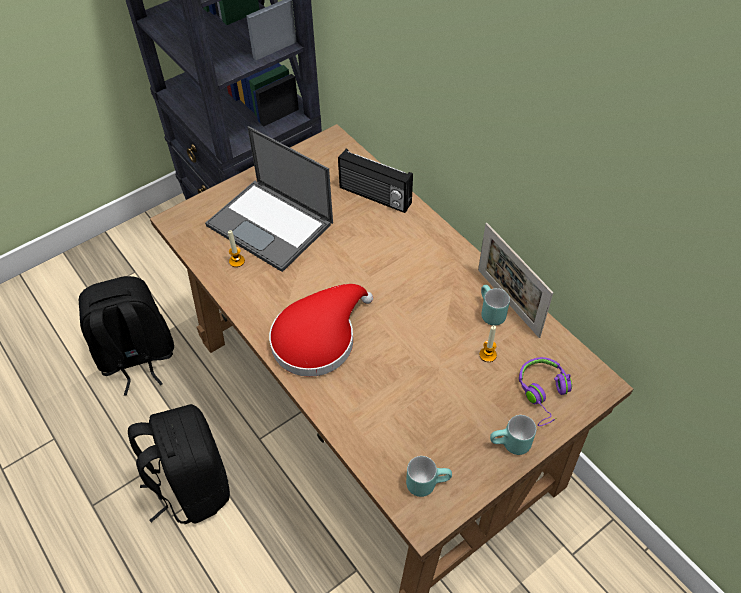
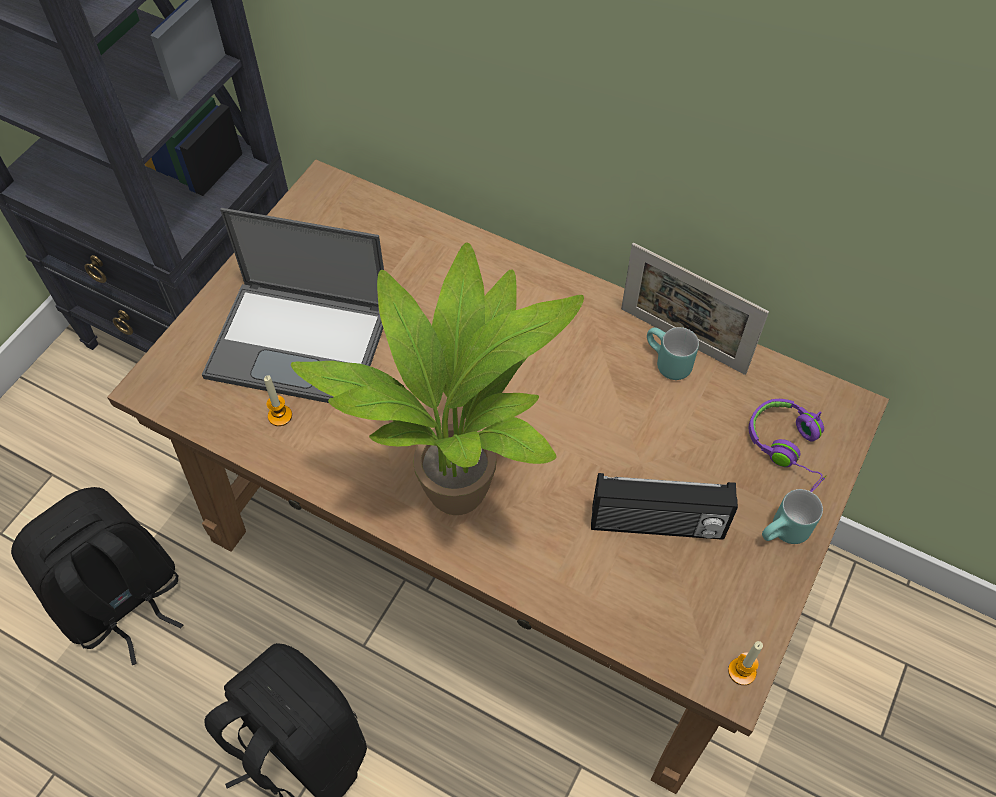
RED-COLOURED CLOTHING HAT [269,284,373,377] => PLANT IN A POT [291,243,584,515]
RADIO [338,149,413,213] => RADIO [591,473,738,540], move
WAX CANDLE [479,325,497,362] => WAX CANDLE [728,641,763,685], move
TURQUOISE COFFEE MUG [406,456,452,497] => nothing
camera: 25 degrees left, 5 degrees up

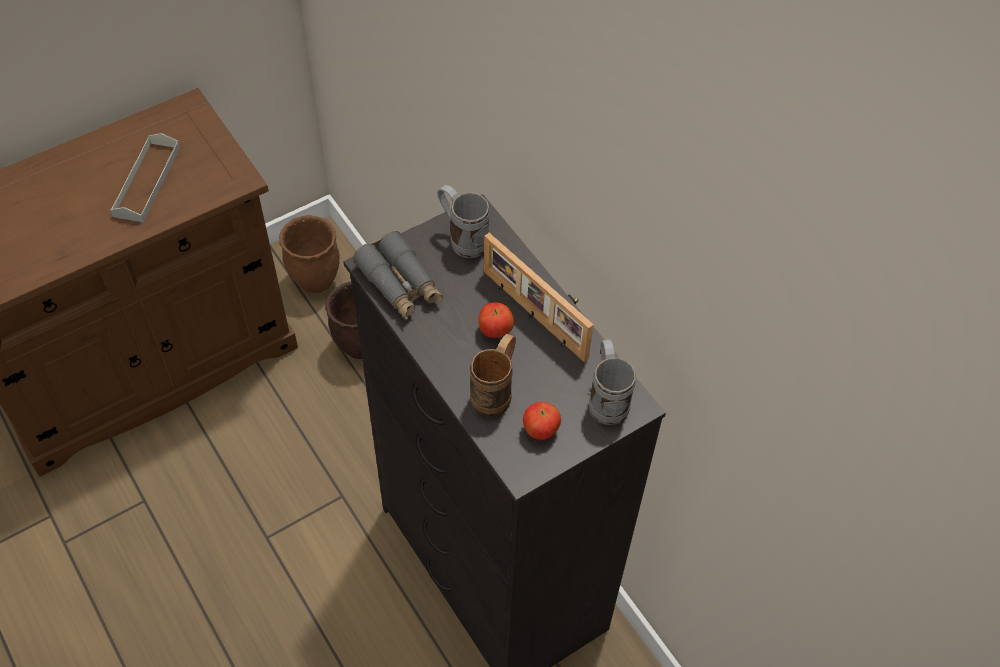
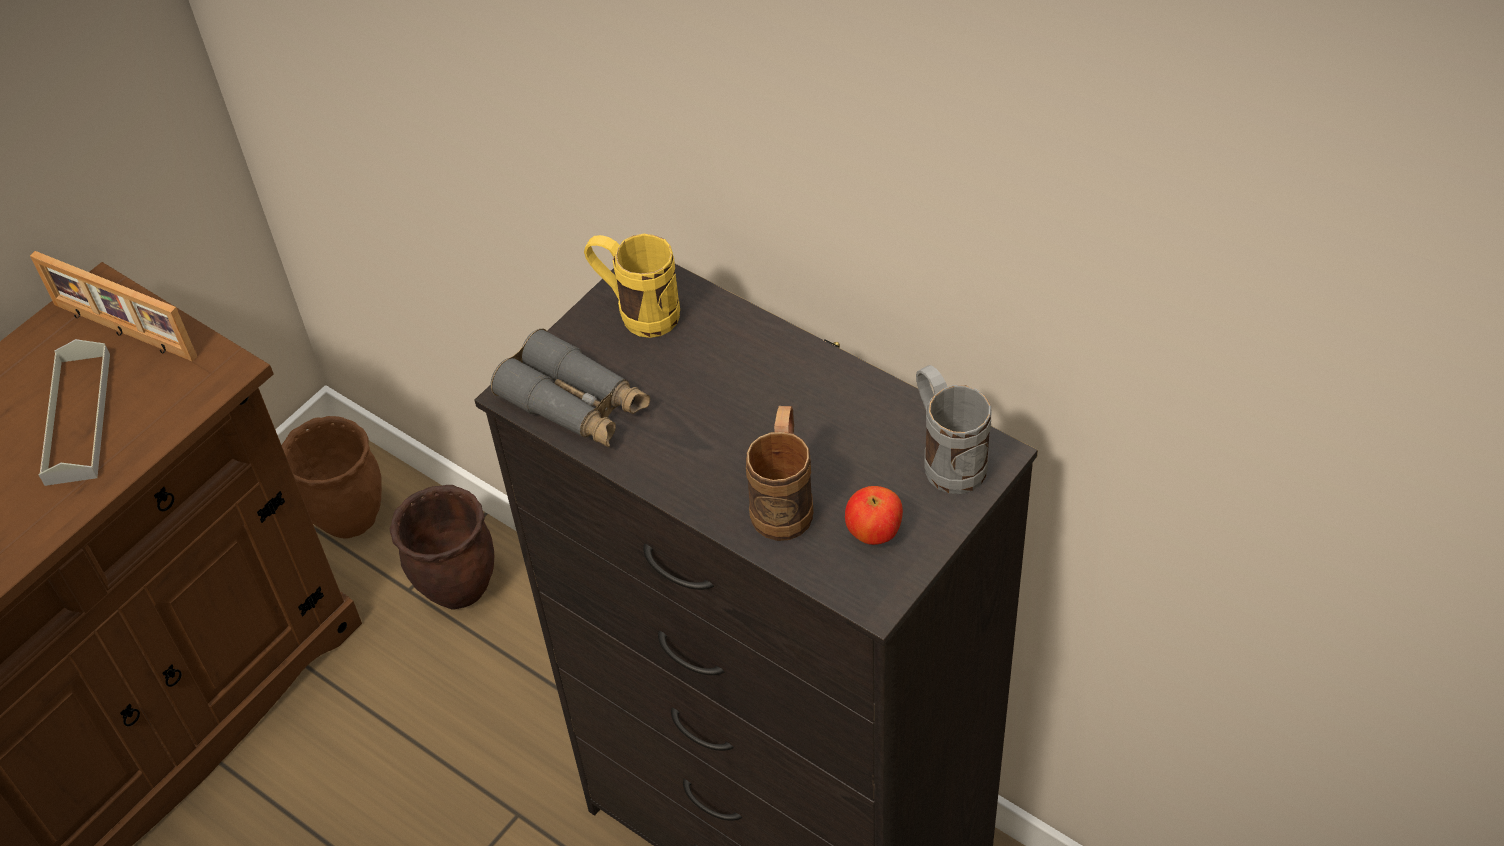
PHOTO FRAME [484,233,594,362] => PHOTO FRAME [30,251,197,362], move
GREY COFFEE MUG [437,185,490,258] => YELLOW COFFEE MUG [584,234,680,338]
APPLE FRUIT [478,302,514,338] => nothing
camera: 15 degrees left, 5 degrees down

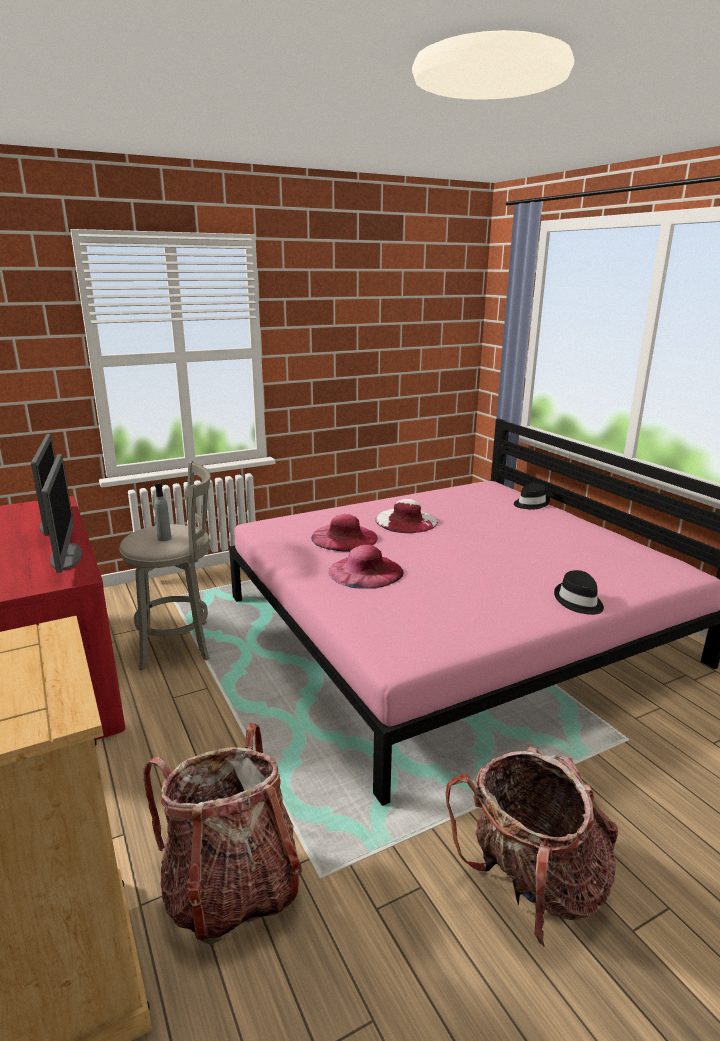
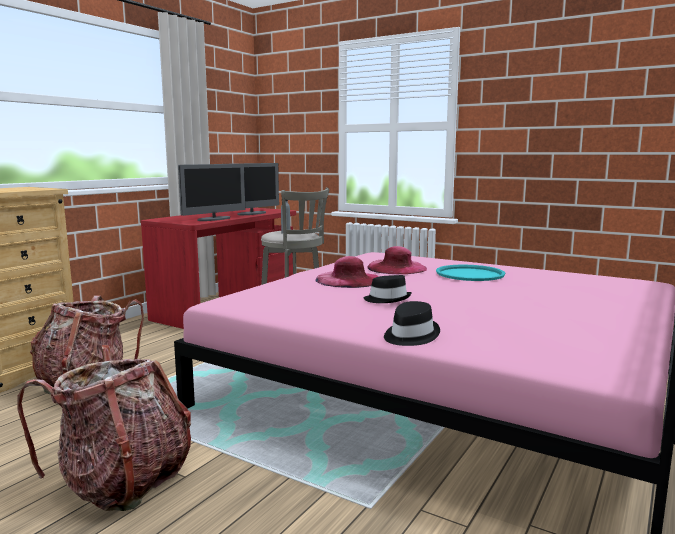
BLACKISH CLOTHING HAT [514,483,550,510] => BLACKISH CLOTHING HAT [364,275,412,303], move
WHITE CLOTHING HAT [375,499,438,533] => TURQUOISE SERVING TRAY [436,265,505,281]
camera: 60 degrees right, 10 degrees down

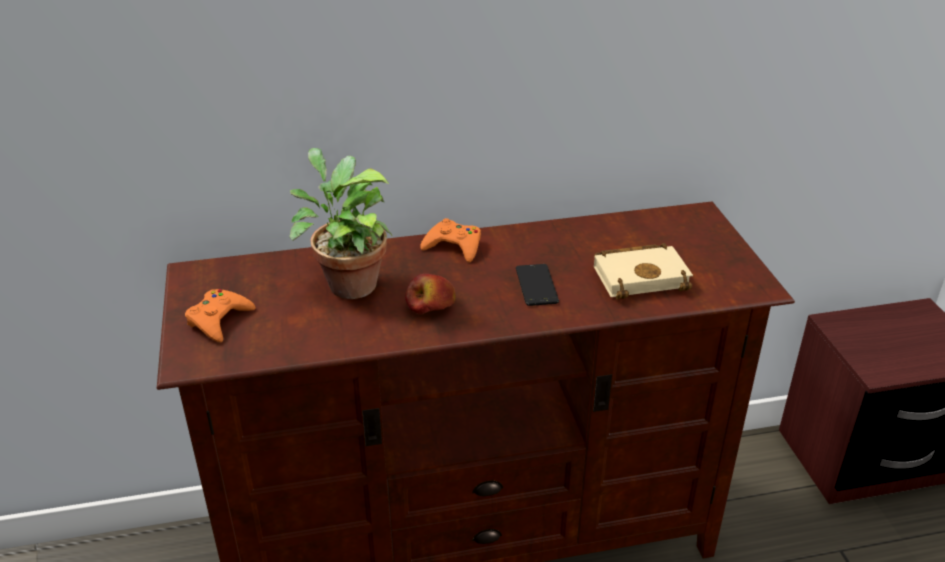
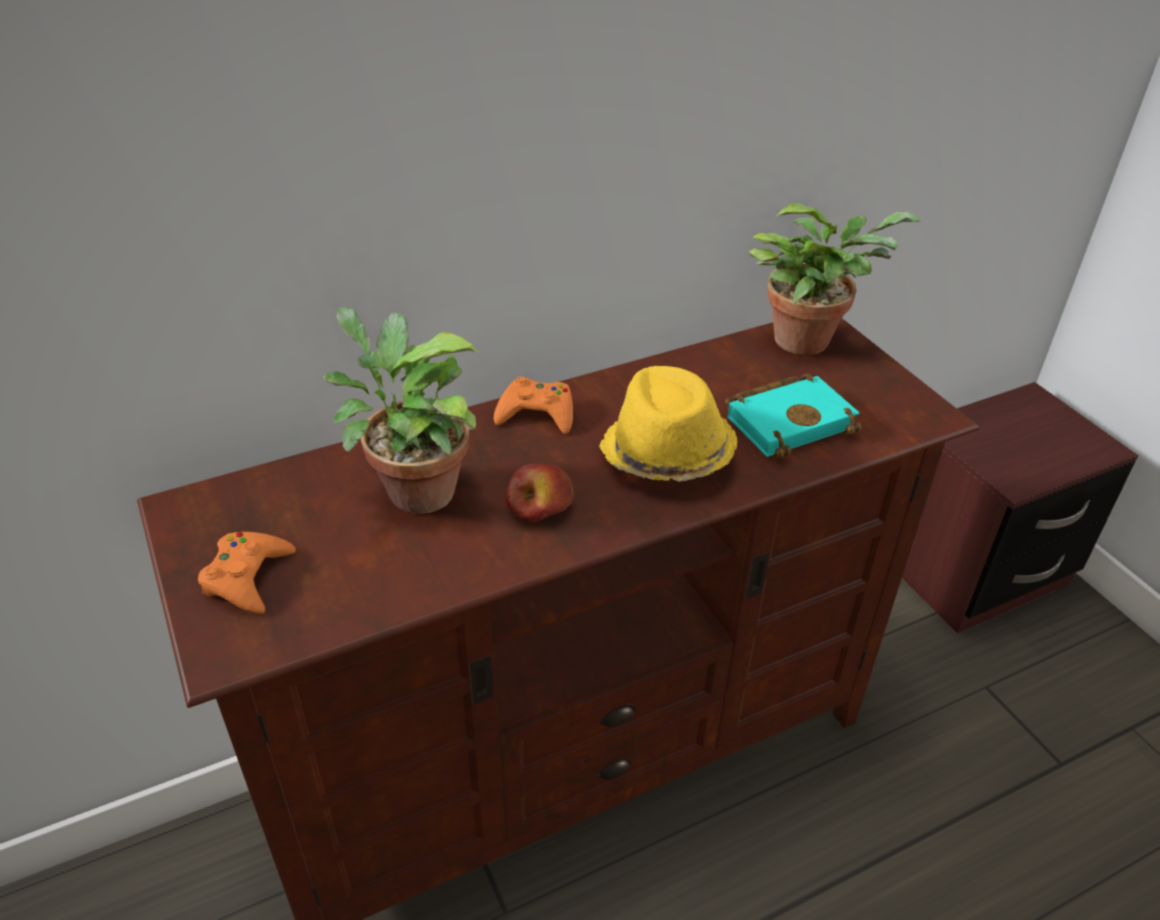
HANDSET [516,264,559,306] => YELLOW CLOTHING HAT [599,366,737,482]
BEIGE-COLOURED BOUND BOOK [594,243,693,299] => TURQUOISE BOUND BOOK [725,374,862,459]
nothing => PLANT IN A POT [749,203,921,355]
camera: 15 degrees left, 5 degrees up

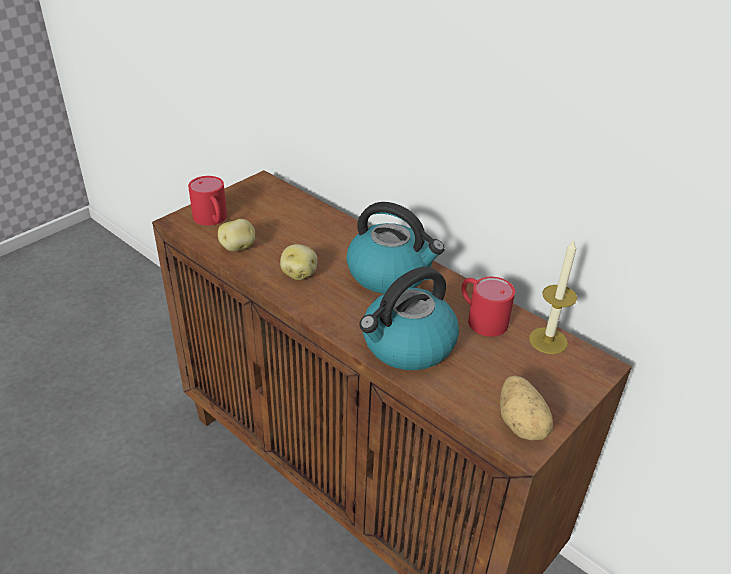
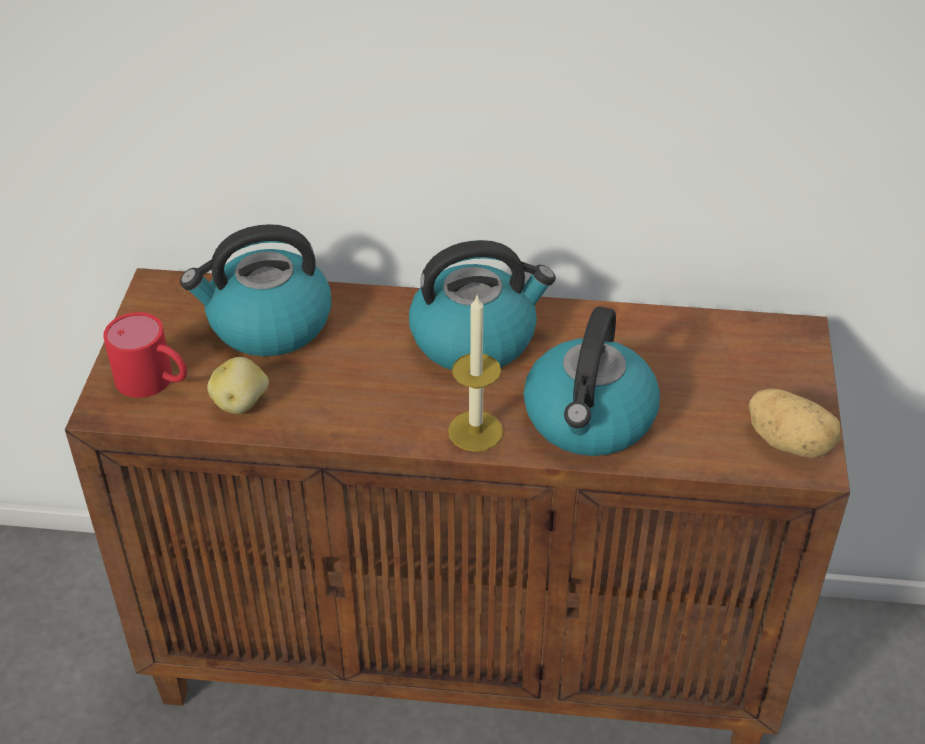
nothing => KETTLE [180,224,331,356]
WAX CANDLE [529,240,577,354] => WAX CANDLE [448,295,504,452], move
SPUD [280,244,318,280] => nothing
RED-COLOURED COFFEE MUG [461,277,515,337] => nothing
camera: 35 degrees left, 5 degrees up

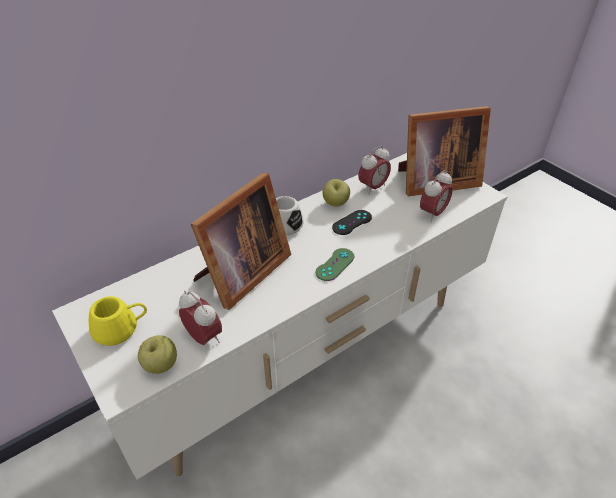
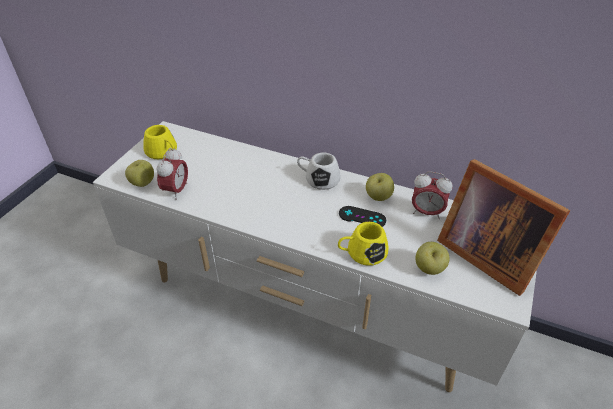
nothing => YELLOW COFFEE MUG [338,222,389,266]
TABLE CLOCK [420,170,452,222] => APPLE FRUIT [415,242,449,275]
PHOTO FRAME [191,173,291,310] => nothing
GREEN-COLOURED GAME CONTROLLER [316,248,354,281] => nothing
camera: 60 degrees right, 0 degrees up

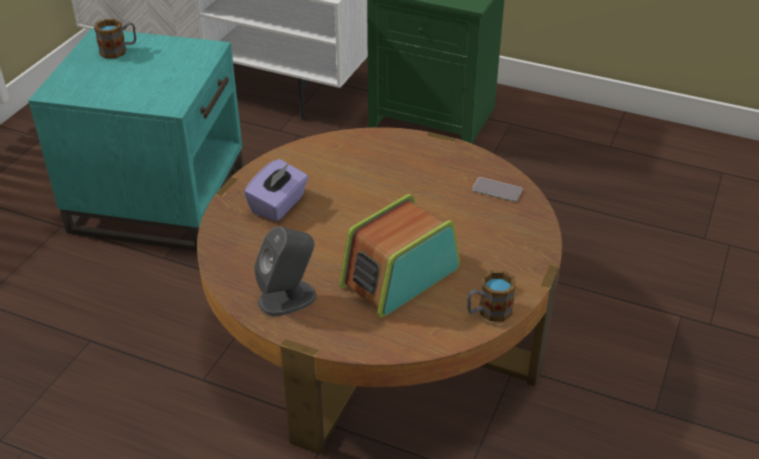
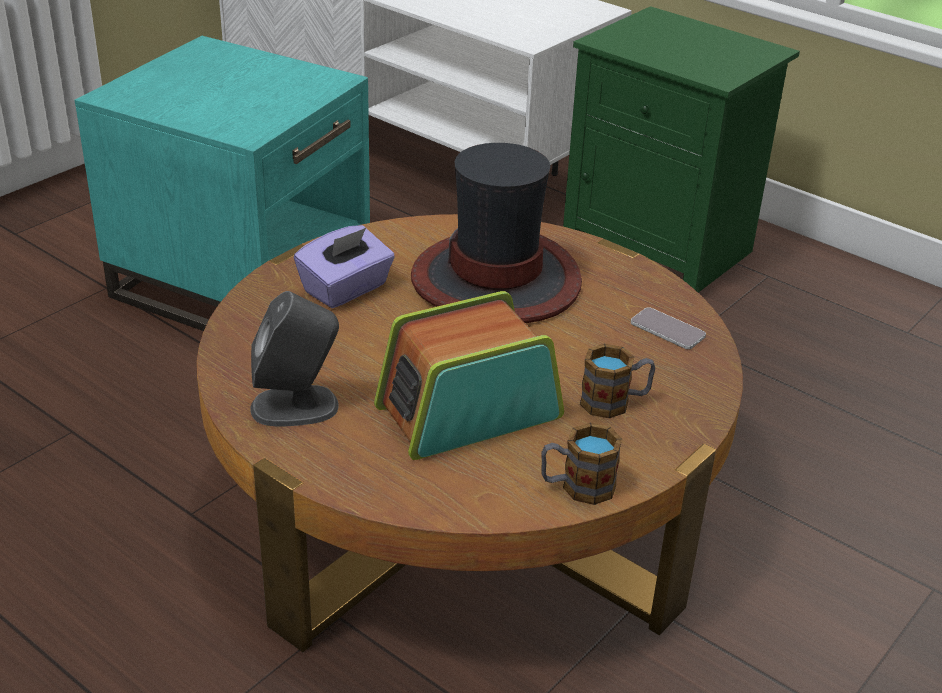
nothing => CLOTHING HAT [411,143,582,323]
COFFEE MUG [94,19,136,58] => COFFEE MUG [580,344,655,418], move
camera: 15 degrees right, 5 degrees down

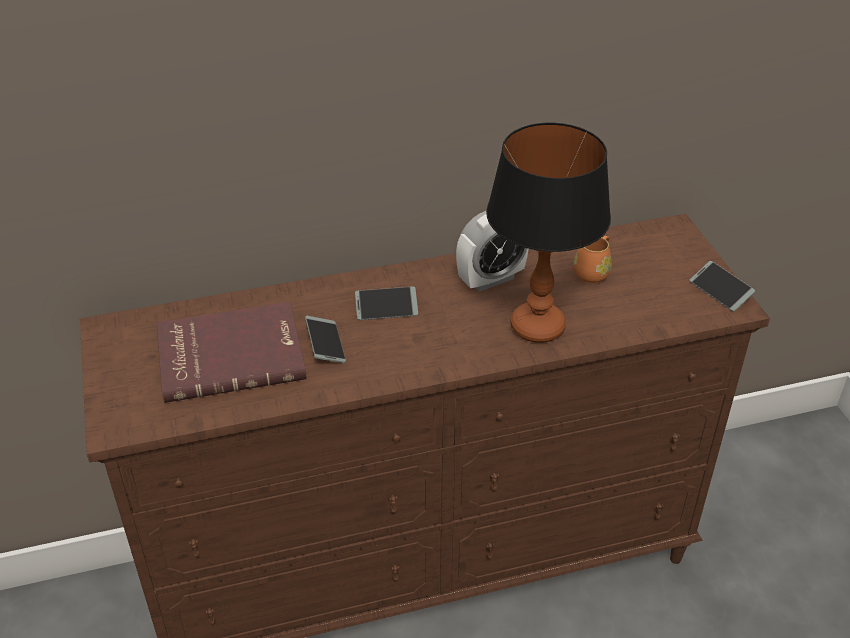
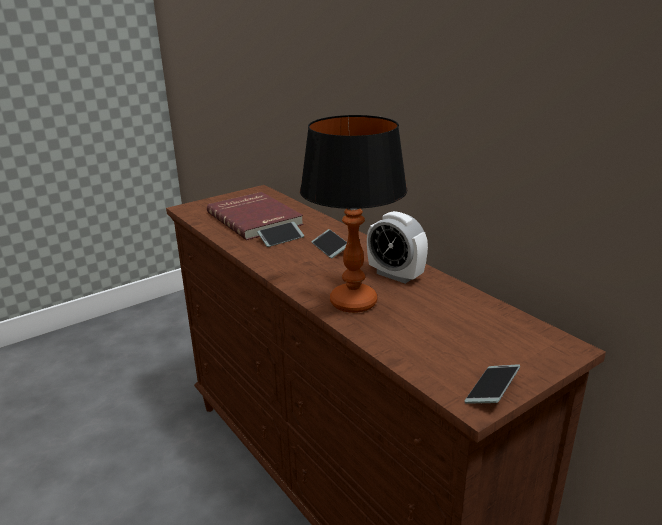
ORANGEY COFFEE MUG [573,236,612,283] => nothing
camera: 70 degrees right, 15 degrees down

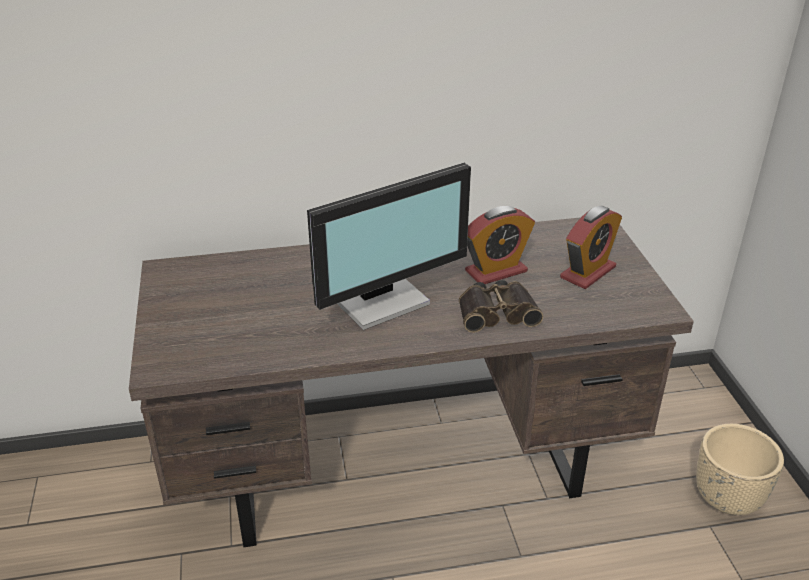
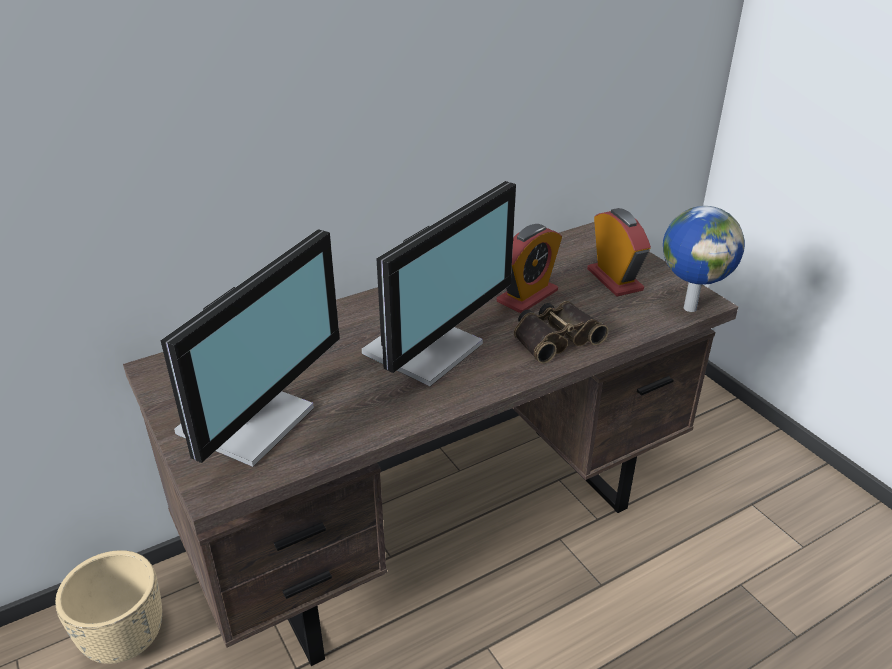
BEIGE-COLOURED FLOWER POT [696,424,784,515] => BEIGE-COLOURED FLOWER POT [55,550,162,664], move
nothing => COMPUTER SCREEN [160,229,340,467]
TABLE CLOCK [560,206,622,289] => TABLE CLOCK [587,208,651,296], 45 degrees counterclockwise
nothing => WORLD GLOBE [663,206,745,312]
camera: 20 degrees left, 0 degrees up

